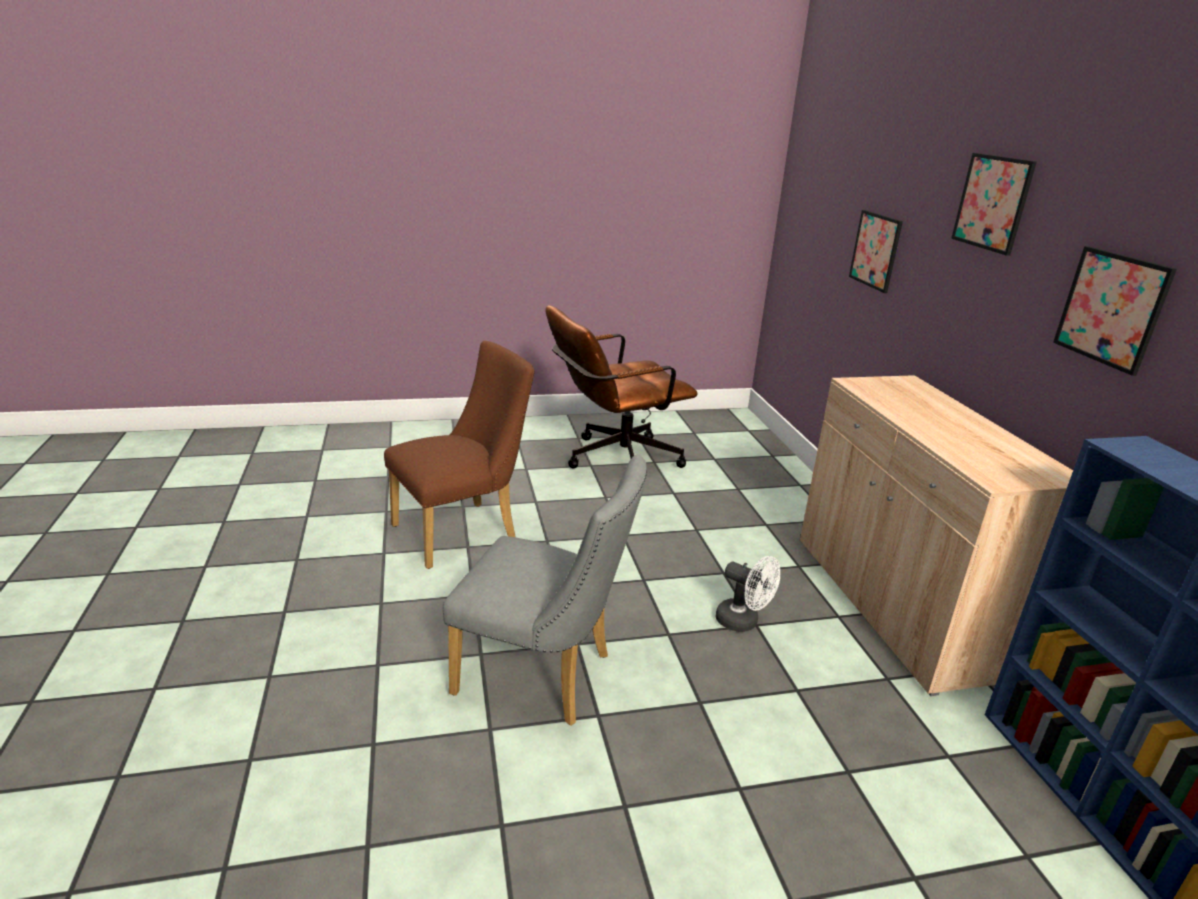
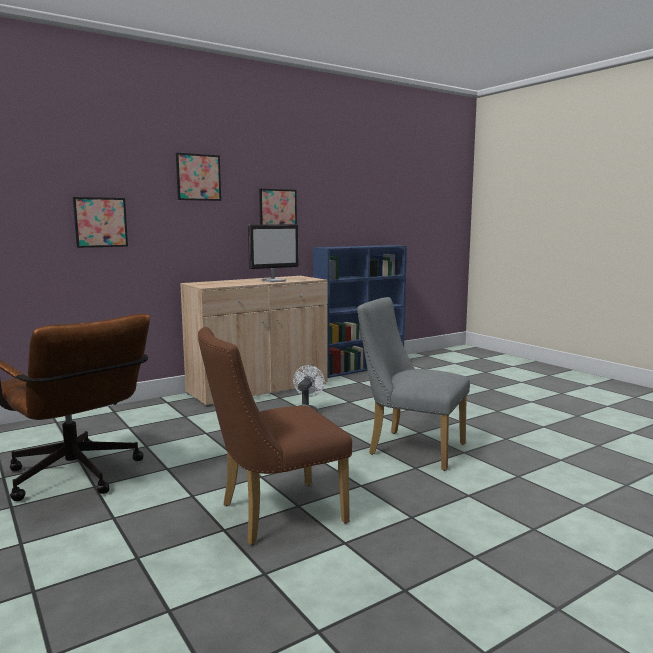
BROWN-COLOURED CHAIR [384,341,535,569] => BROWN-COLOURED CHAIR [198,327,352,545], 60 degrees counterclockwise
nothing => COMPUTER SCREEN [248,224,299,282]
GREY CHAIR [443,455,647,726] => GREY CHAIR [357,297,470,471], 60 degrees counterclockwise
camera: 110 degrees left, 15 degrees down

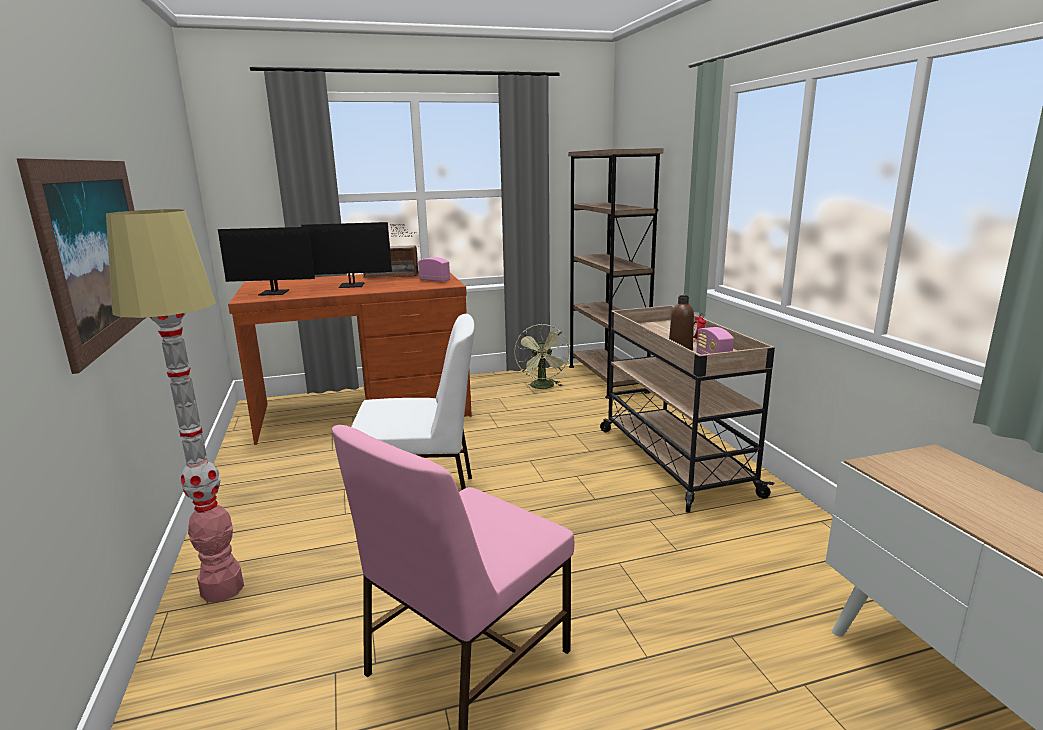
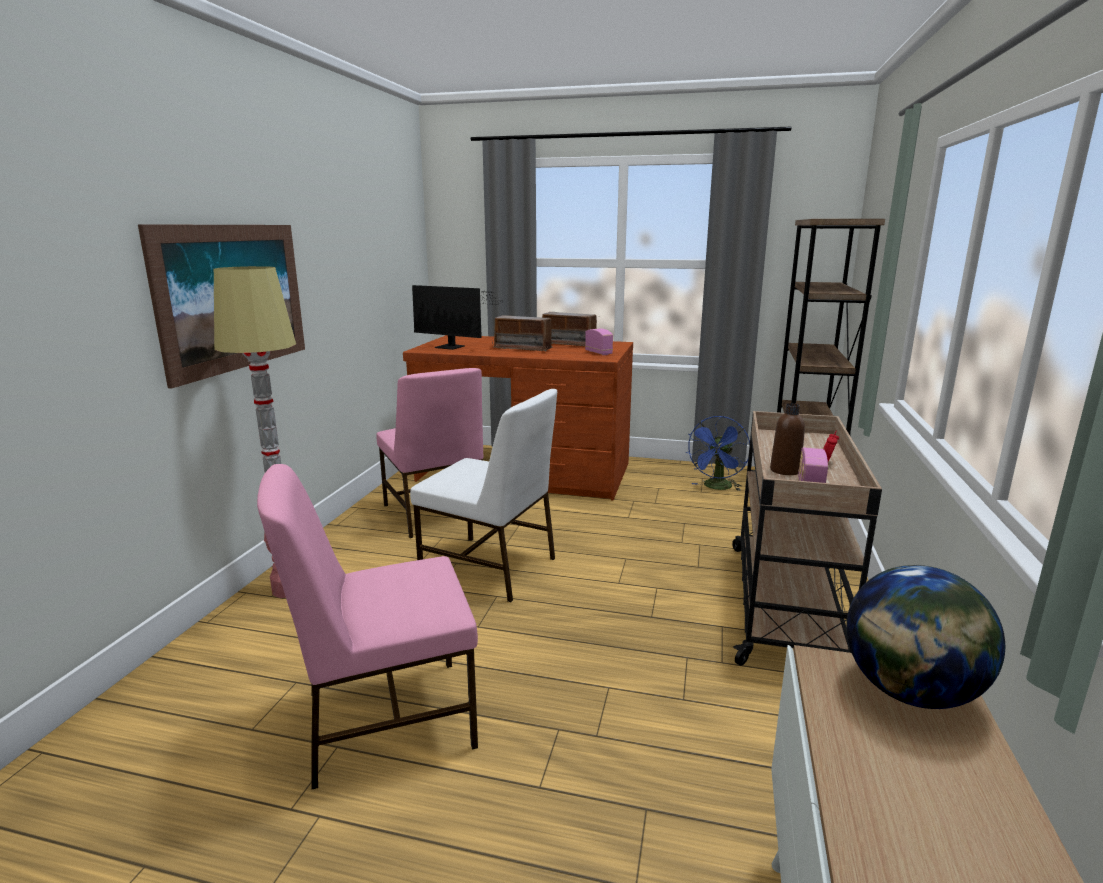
nothing => PINK CHAIR [376,368,483,538]
COMPUTER SCREEN [301,222,415,288] => RADIO [492,315,554,352]
GREEN-COLOURED FAN [514,324,570,389] => BLUISH FAN [686,416,750,491]
nothing => WORLD GLOBE [846,565,1005,709]
camera: 30 degrees right, 0 degrees up

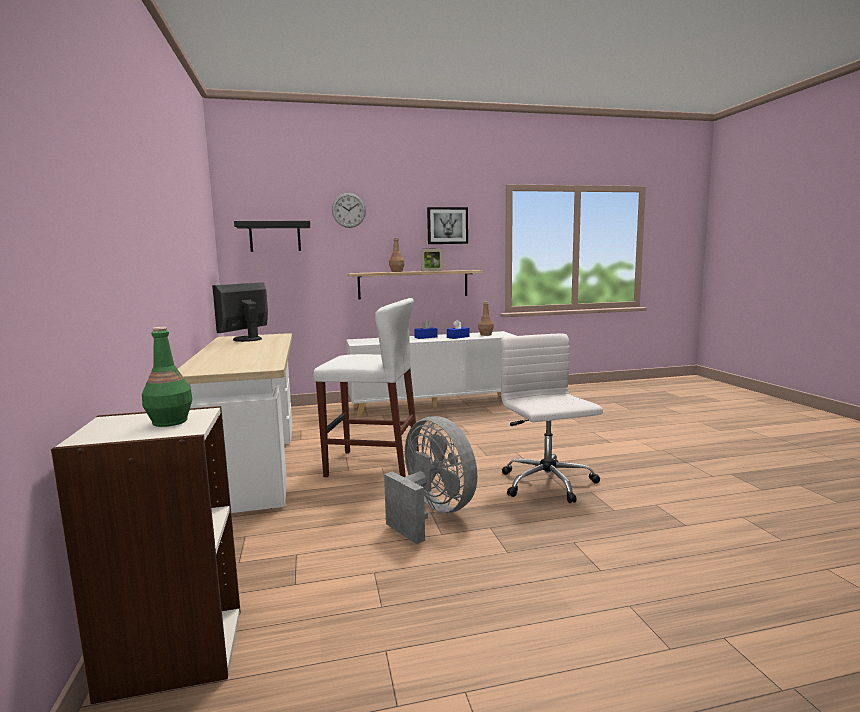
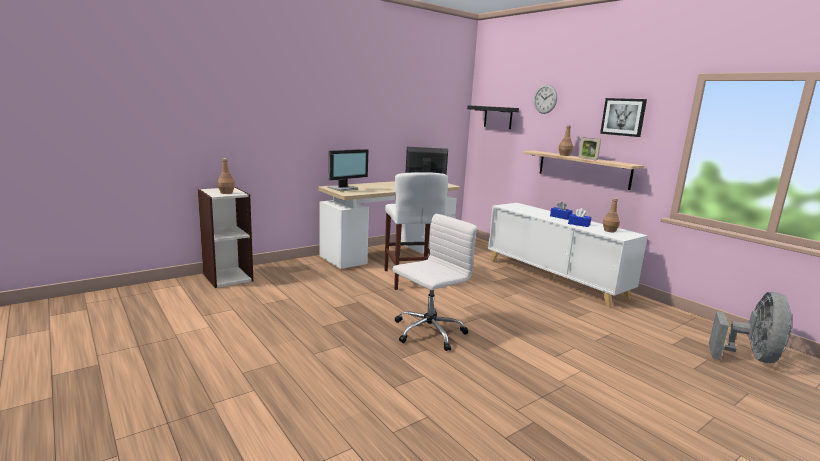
GREEN-COLOURED BEVERAGE BOTTLE [142,327,192,427] => BROWN-COLOURED BEVERAGE BOTTLE [217,158,235,194]
nothing => COMPUTER SCREEN [328,149,369,191]
GREY FAN [384,416,477,544] => GREY FAN [709,292,792,363], move
camera: 65 degrees right, 5 degrees up

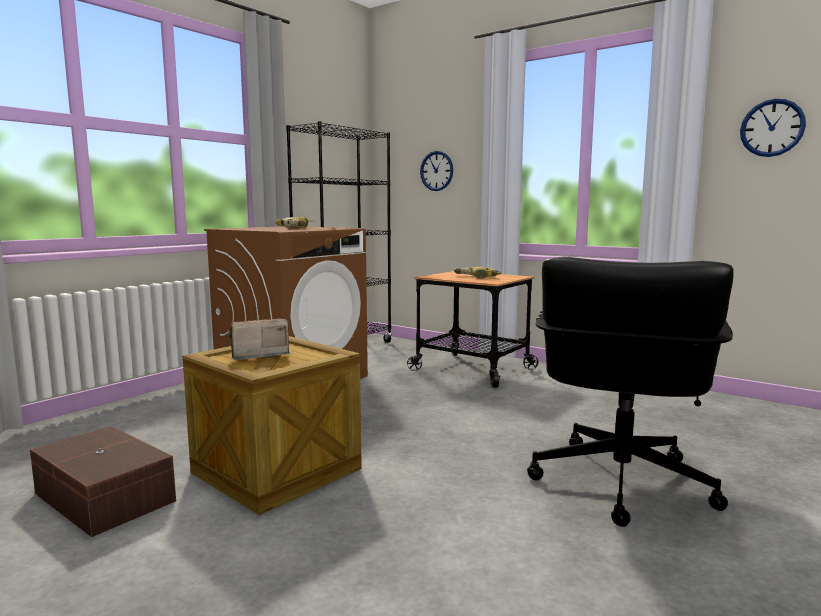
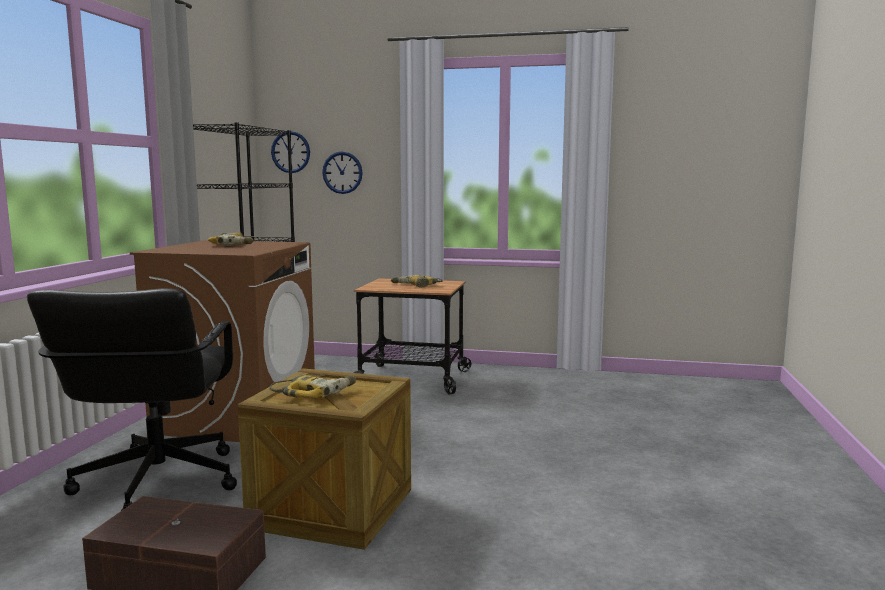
BLACKISH COMPUTER CHAIR [527,257,734,527] => BLACKISH COMPUTER CHAIR [27,288,237,511], move
RADIO [228,319,290,360] => POWER DRILL [269,375,356,398]
CLOCK ON THE WALL [740,99,806,157] => CLOCK ON THE WALL [271,131,310,173], move
camera: 25 degrees left, 0 degrees up

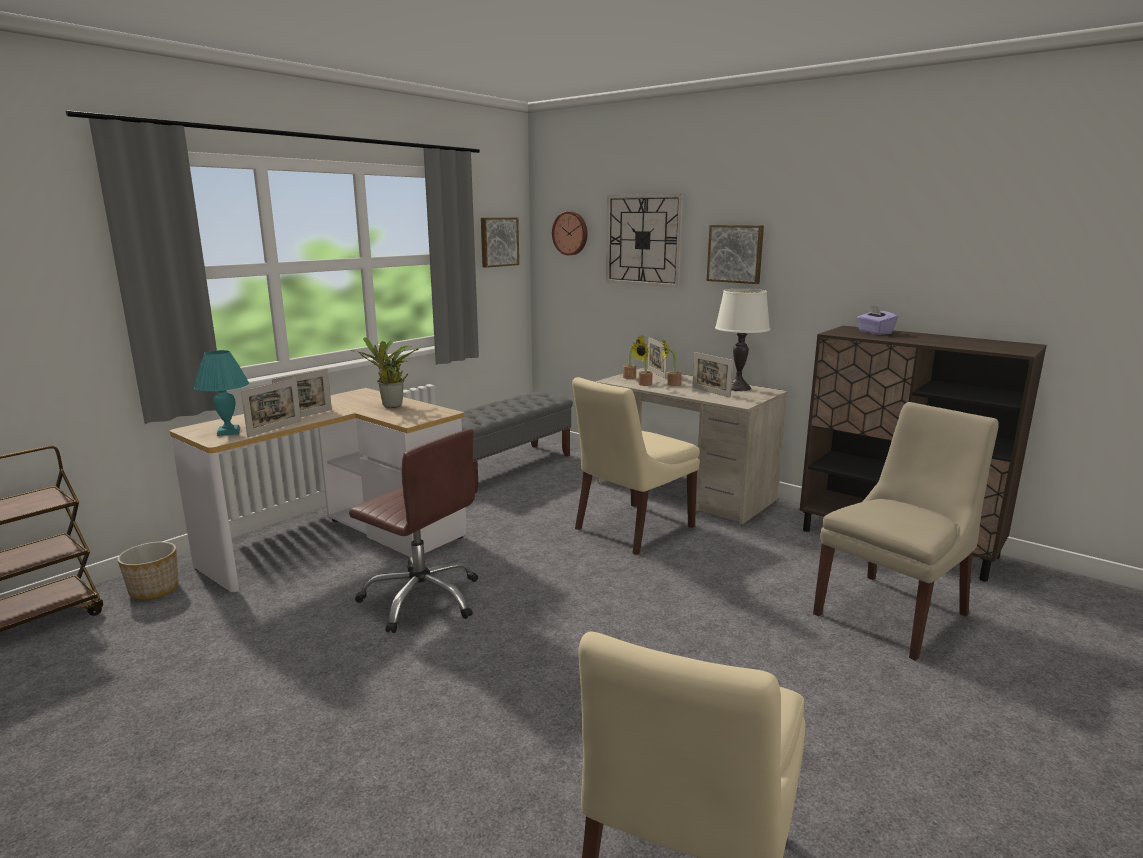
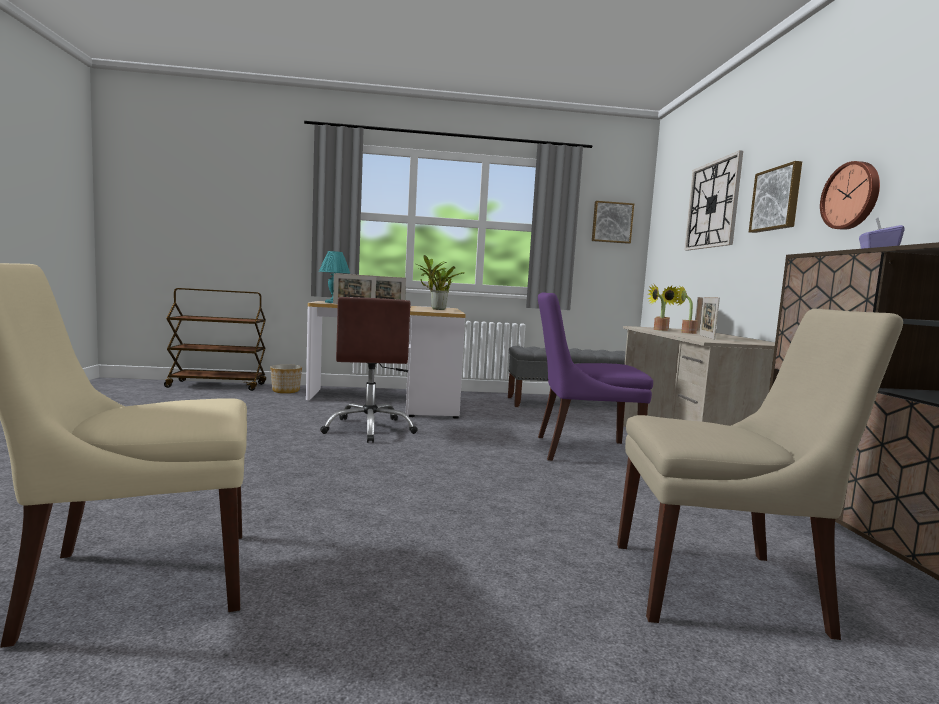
BEIGE-COLOURED CHAIR [572,377,700,555] => PURPLE CHAIR [538,292,653,461]
CLOCK ON THE WALL [552,212,588,255] => CLOCK ON THE WALL [820,161,880,230], move
WHITE TABLE LAMP [715,289,770,391] => nothing
camera: 45 degrees right, 10 degrees down

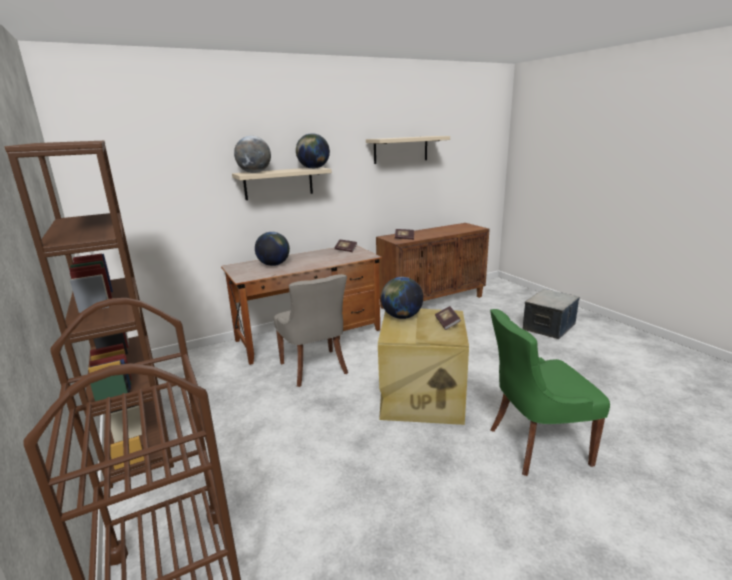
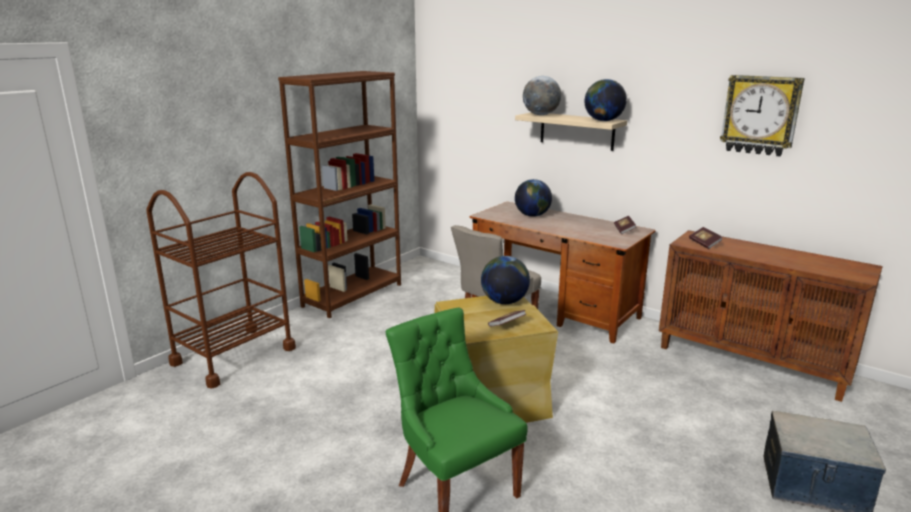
BEIGE-COLOURED SHELF [366,136,450,164] => CLOCK ON THE WALL [720,75,805,157]
camera: 65 degrees right, 0 degrees up

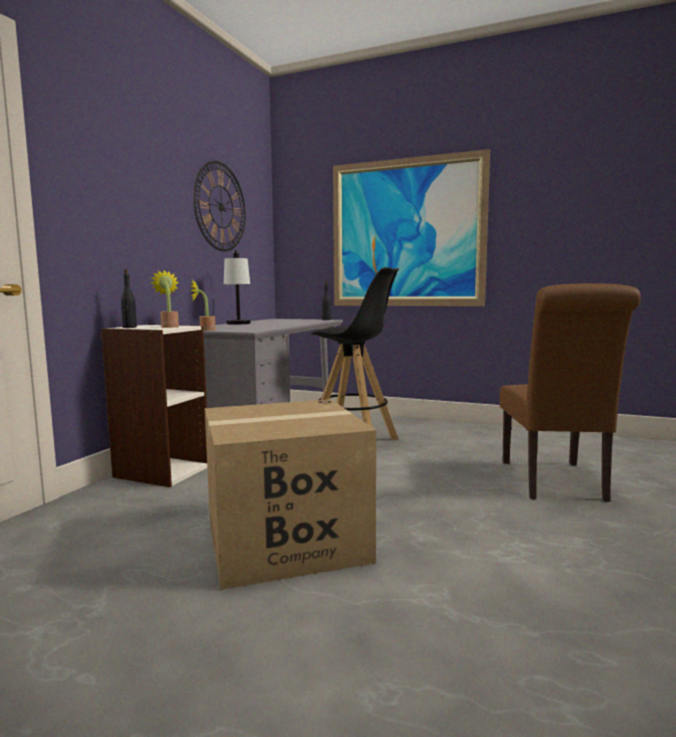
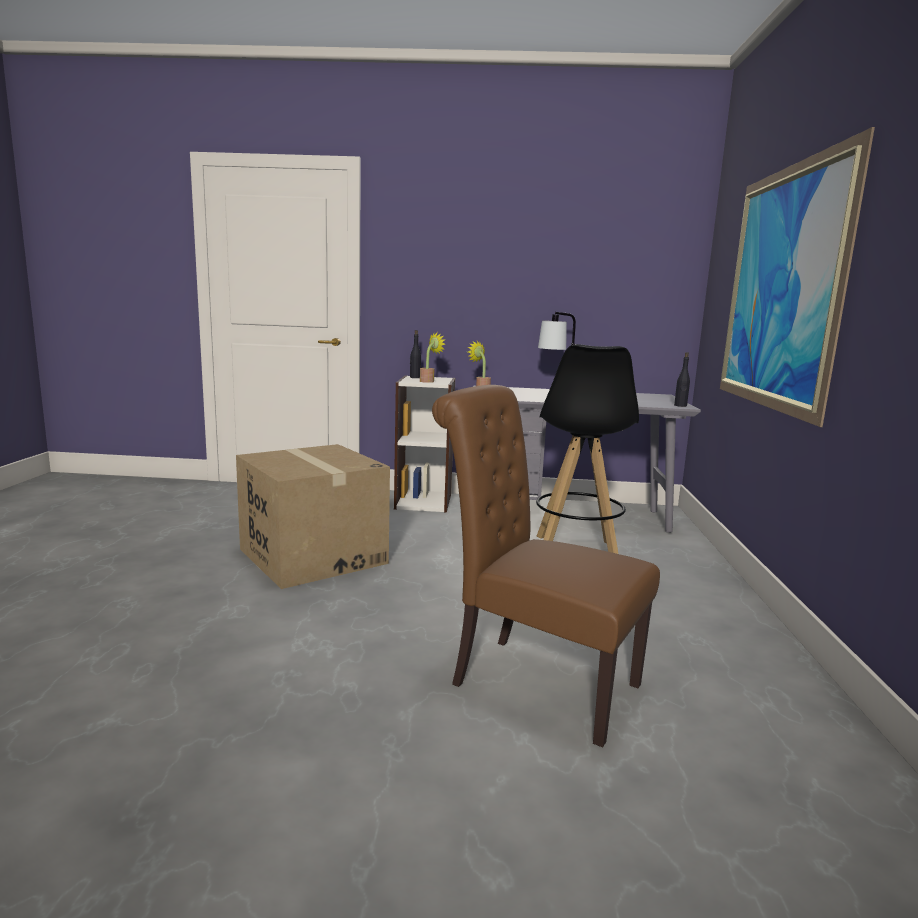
BROWN-COLOURED CHAIR [500,283,641,502] => BROWN-COLOURED CHAIR [432,385,660,747], 45 degrees clockwise
CLOCK ON THE WALL [193,161,245,251] => nothing
camera: 70 degrees right, 5 degrees up

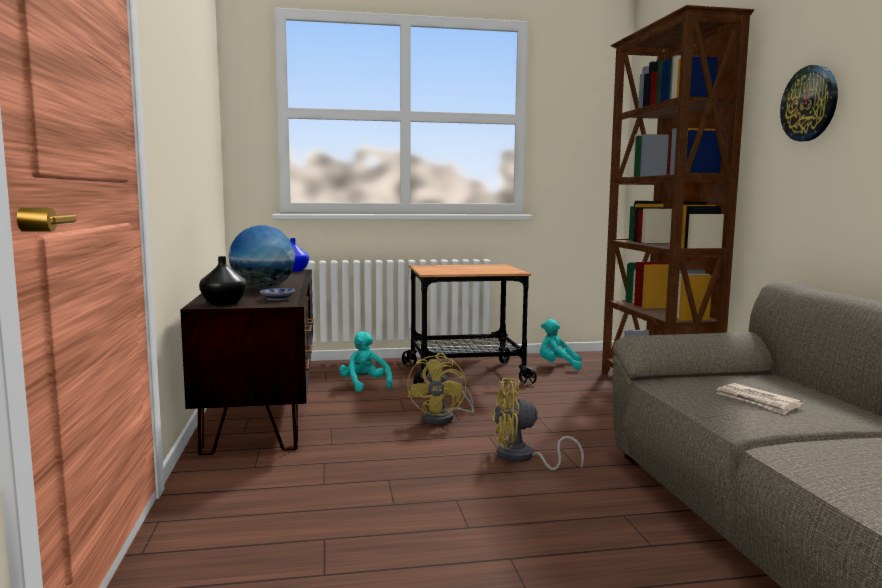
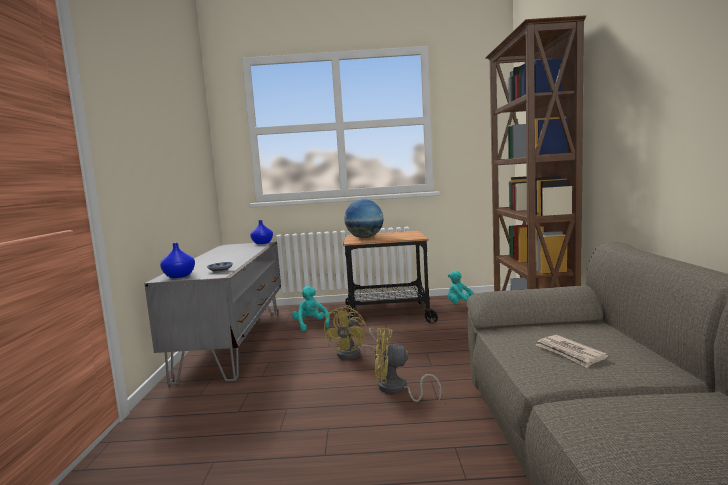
BROWN-COLOURED TV STAND [180,269,314,455] => GREY TV STAND [144,241,281,385]
BLACKISH VASE [199,256,247,305] => BLUISH VASE [160,243,195,278]
WORLD GLOBE [229,225,295,290] => WORLD GLOBE [344,199,384,238], move
CLOCK ON THE WALL [780,65,838,141] => nothing
camera: 10 degrees right, 0 degrees up

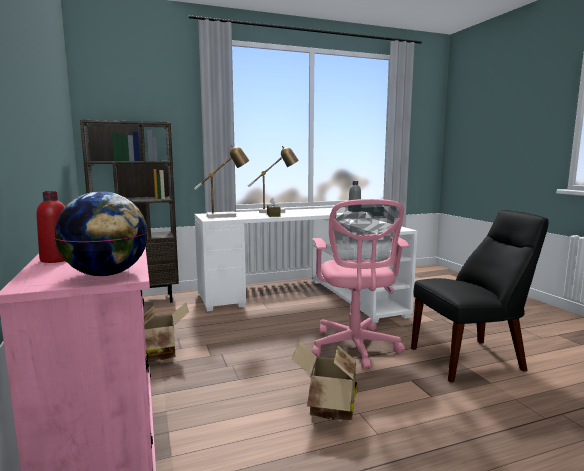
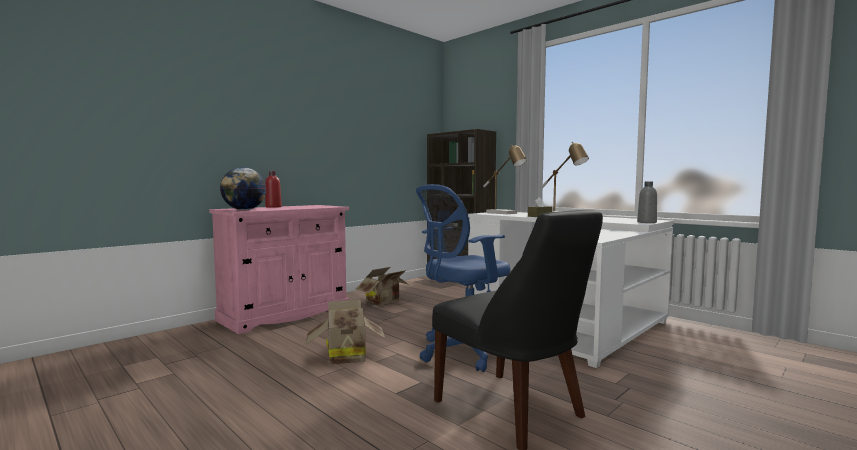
PINK COMPUTER CHAIR [312,199,410,370] => BLUISH COMPUTER CHAIR [416,184,511,372]
camera: 65 degrees right, 5 degrees down

